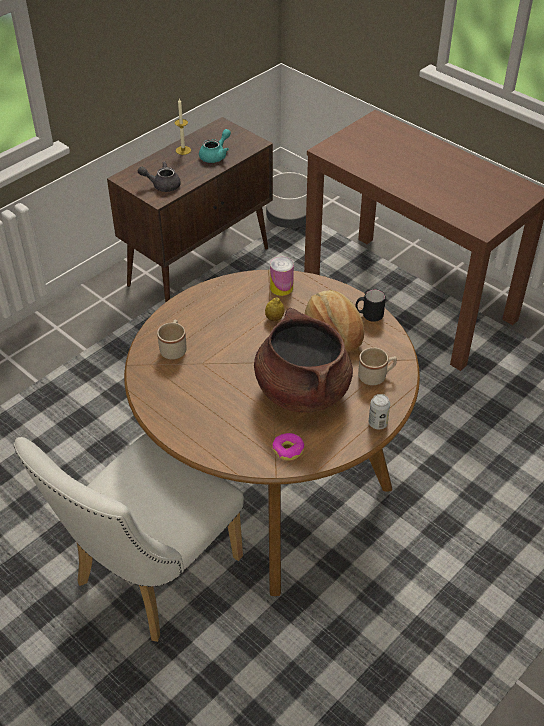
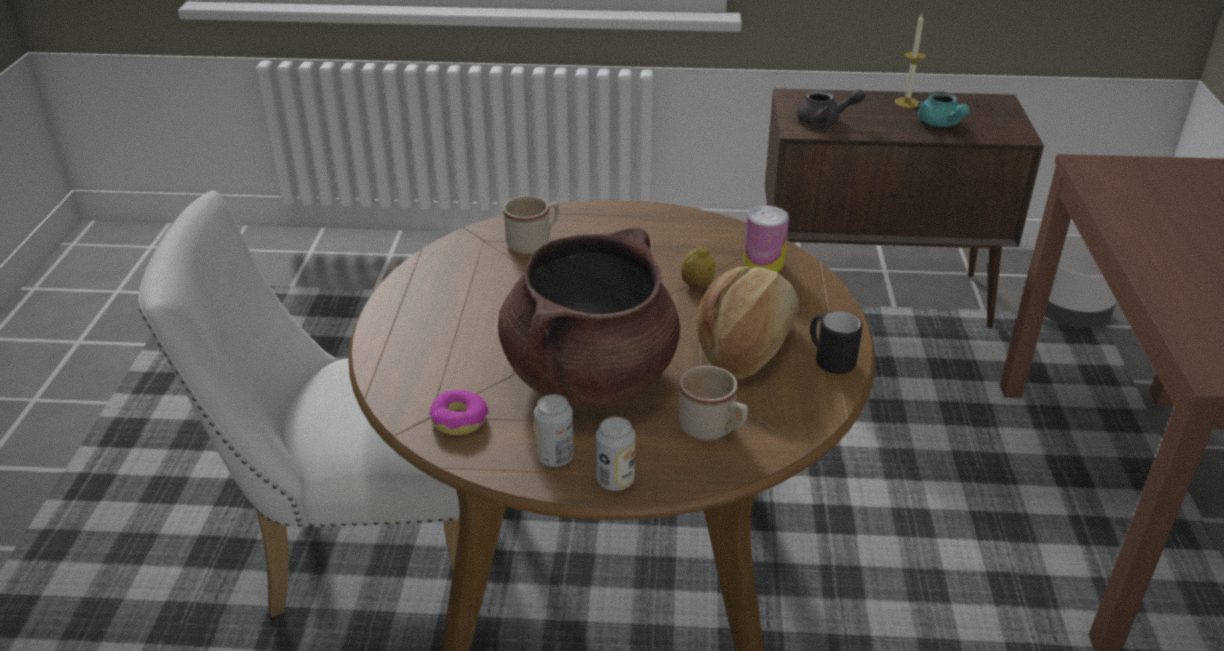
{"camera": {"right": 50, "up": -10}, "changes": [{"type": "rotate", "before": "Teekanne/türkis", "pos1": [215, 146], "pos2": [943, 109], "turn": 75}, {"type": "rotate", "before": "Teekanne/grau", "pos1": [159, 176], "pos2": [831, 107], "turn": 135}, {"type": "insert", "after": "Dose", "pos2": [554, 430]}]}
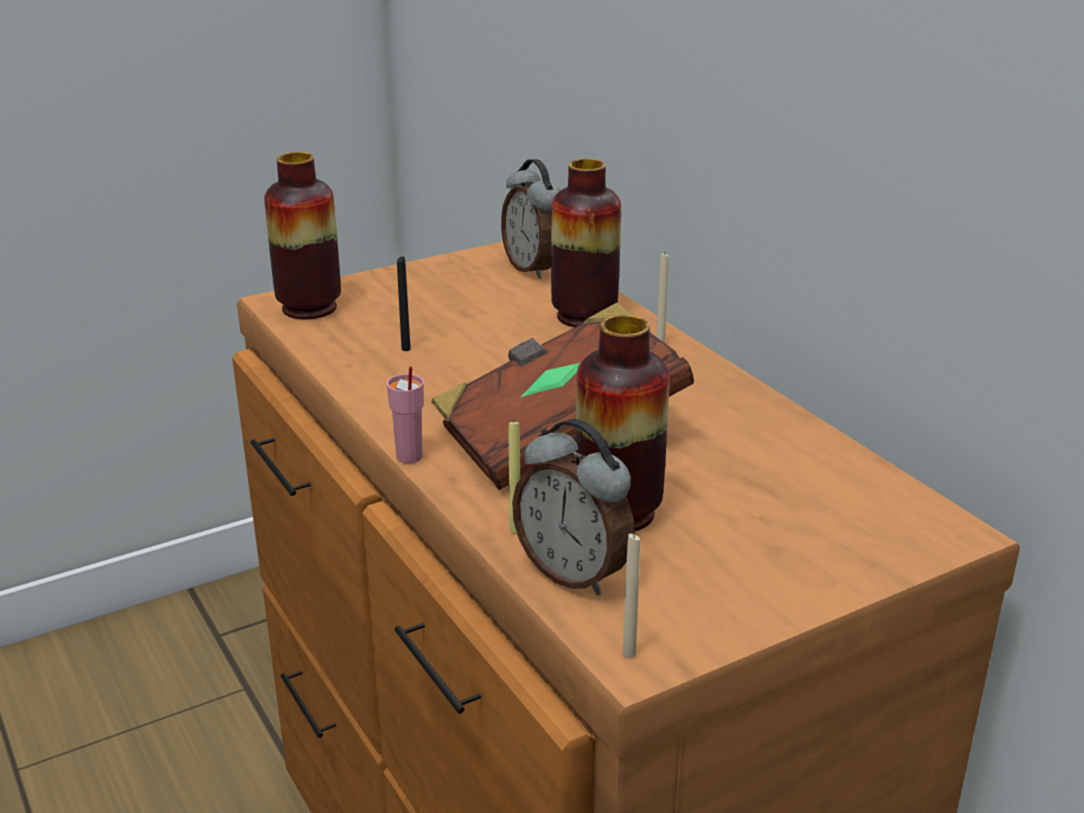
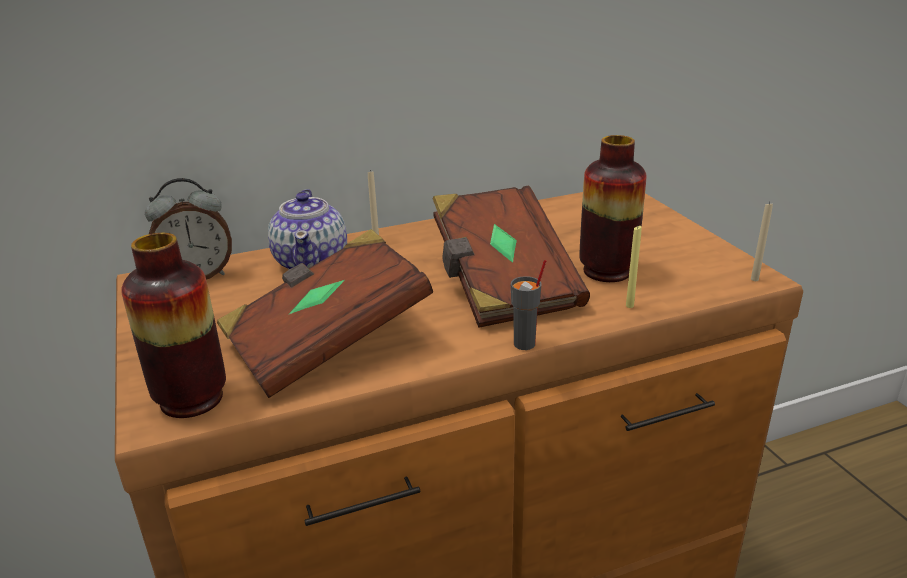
{"camera": {"right": -80, "up": 0}, "changes": [{"type": "replace", "before": "Vase", "after": "Teekanne", "pos1": [586, 243], "pos2": [307, 229]}, {"type": "replace", "before": "Kerze/schwarz", "after": "Buch/braun", "pos1": [404, 304], "pos2": [325, 313]}, {"type": "recolor", "before": "Tasse/rosa", "after": "Tasse/grau", "pos1": [405, 414], "pos2": [528, 305]}, {"type": "delete", "before": "Wecker", "pos1": [573, 507]}]}
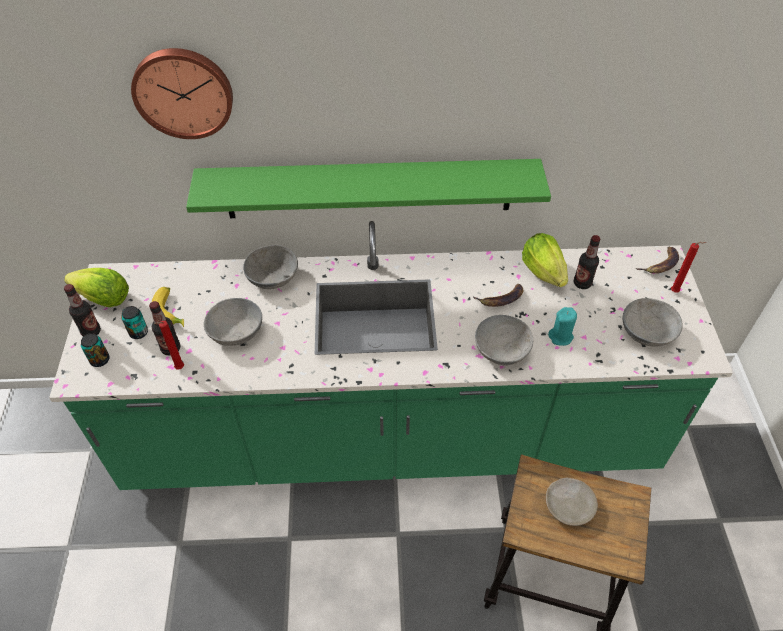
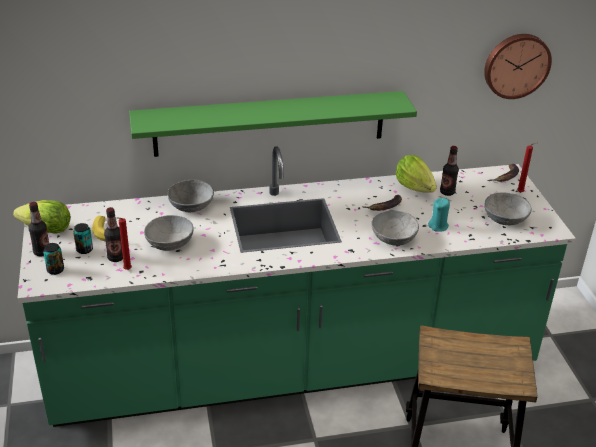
{"camera": {"right": -10, "up": -15}, "changes": [{"type": "move", "before": "Wanduhr", "pos1": [182, 93], "pos2": [518, 66]}, {"type": "delete", "before": "Teller/beige", "pos1": [572, 502]}]}
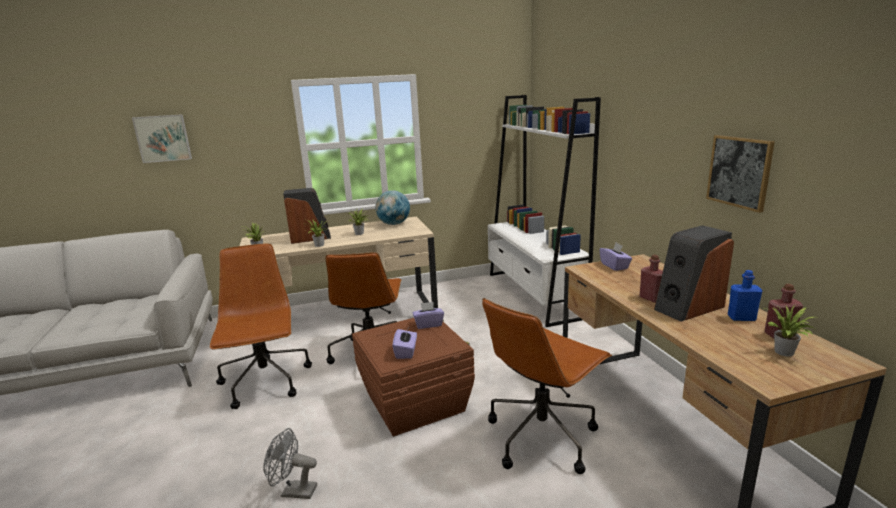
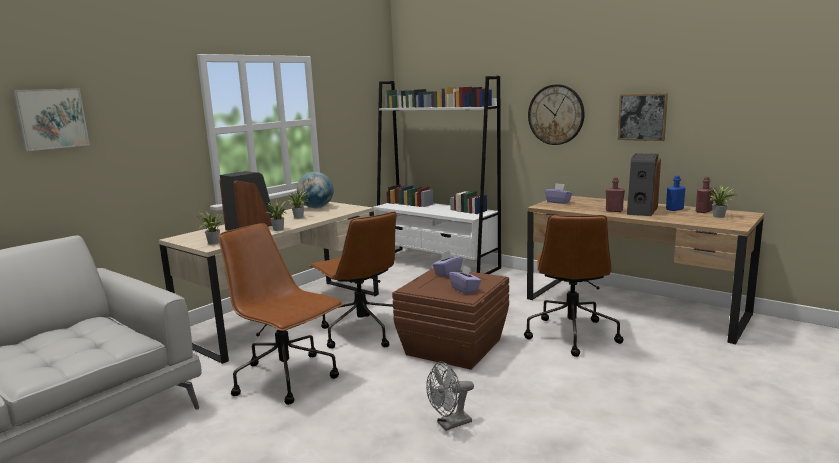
{"camera": {"right": -35, "up": -5}, "changes": [{"type": "insert", "after": "Wanduhr", "pos2": [556, 114]}]}
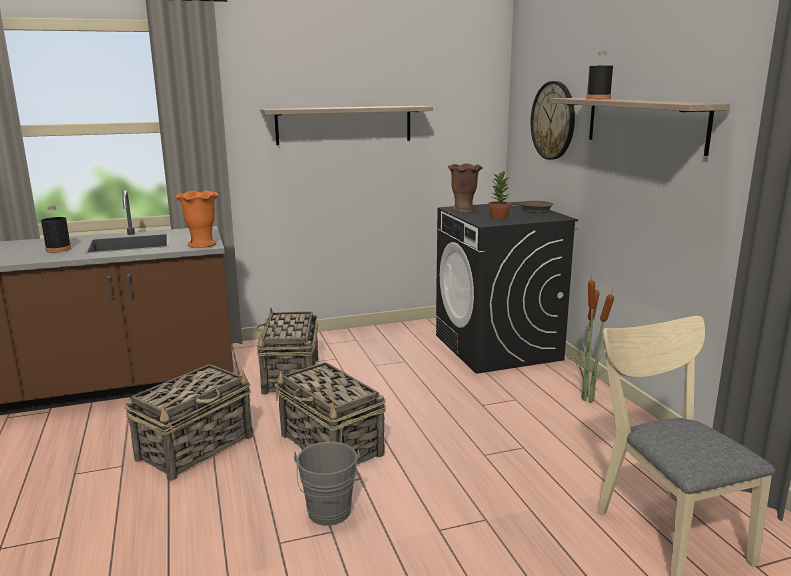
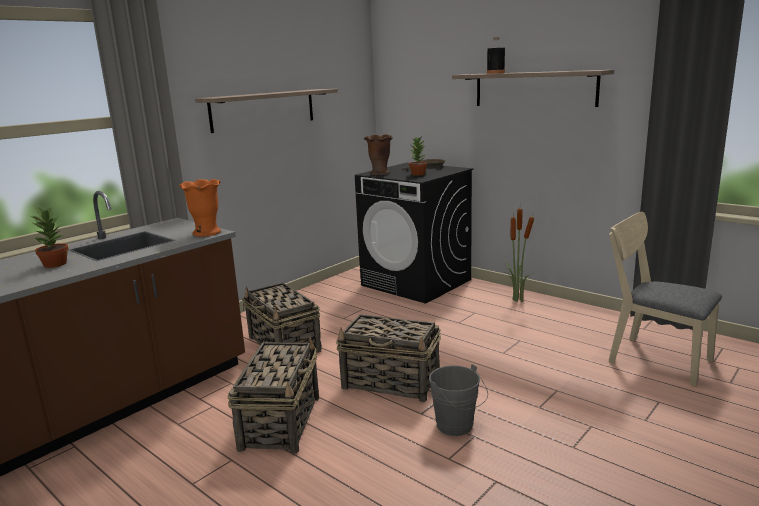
{"camera": {"right": -30, "up": 0}, "changes": [{"type": "delete", "before": "Wanduhr", "pos1": [553, 120]}, {"type": "replace", "before": "Flasche/schwarz", "after": "Topfpflanze", "pos1": [56, 229], "pos2": [49, 237]}]}
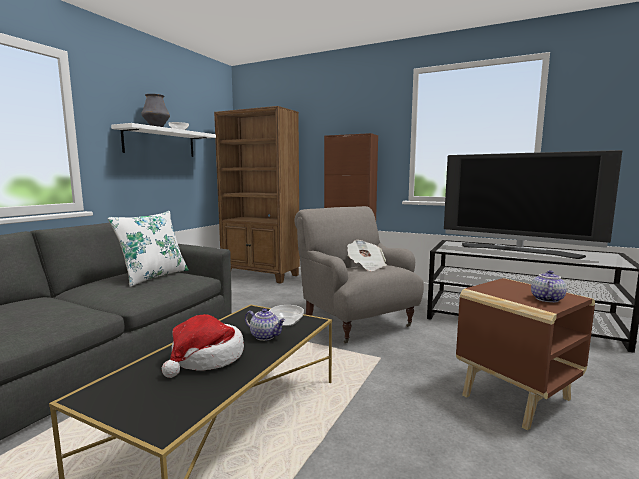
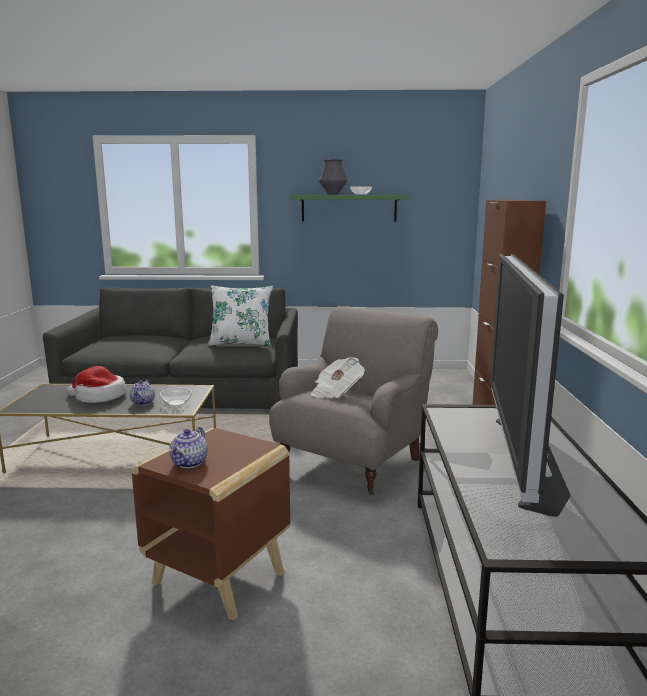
{"camera": {"right": 65, "up": 5}, "changes": [{"type": "delete", "before": "Bücherregal/braun", "pos1": [257, 195]}, {"type": "recolor", "before": "Wandregal/weiß", "after": "Wandregal/grün", "pos1": [163, 140], "pos2": [350, 208]}, {"type": "rotate", "before": "Teekanne", "pos1": [549, 286], "pos2": [188, 447], "turn": 105}]}
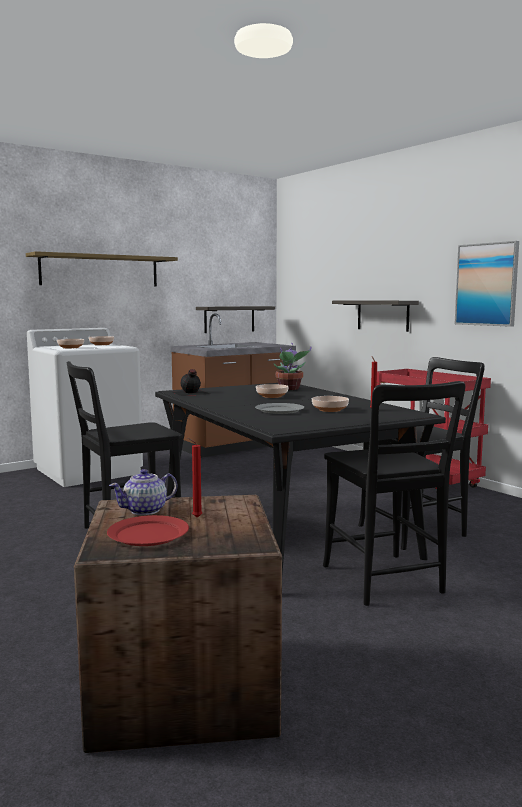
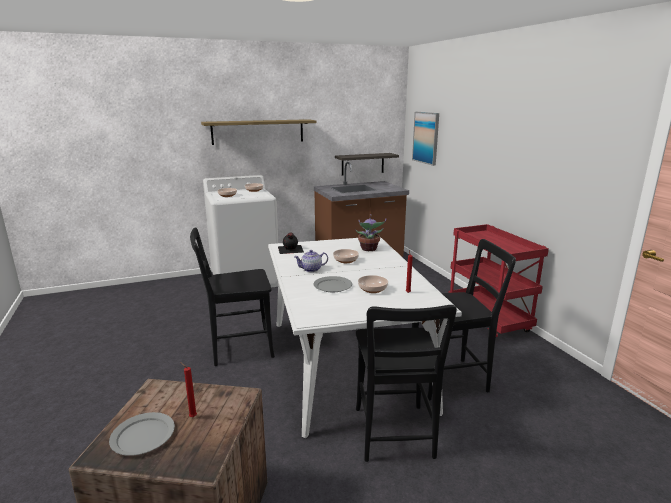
{"camera": {"right": 15, "up": 10}, "changes": [{"type": "move", "before": "Bild", "pos1": [487, 284], "pos2": [425, 139]}, {"type": "delete", "before": "Wandregal", "pos1": [375, 316]}, {"type": "recolor", "before": "Esstisch/schwarz", "after": "Esstisch/weiß", "pos1": [300, 478], "pos2": [365, 337]}, {"type": "move", "before": "Teekanne", "pos1": [143, 492], "pos2": [311, 261]}, {"type": "recolor", "before": "Teller/rot", "after": "Teller/grau", "pos1": [148, 530], "pos2": [142, 434]}]}
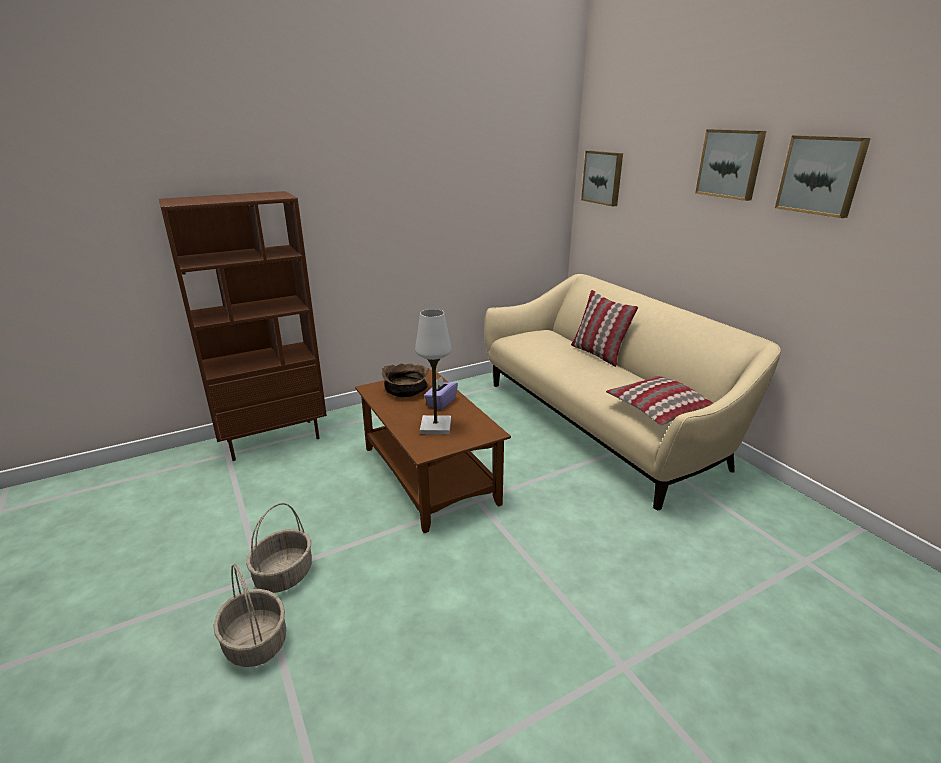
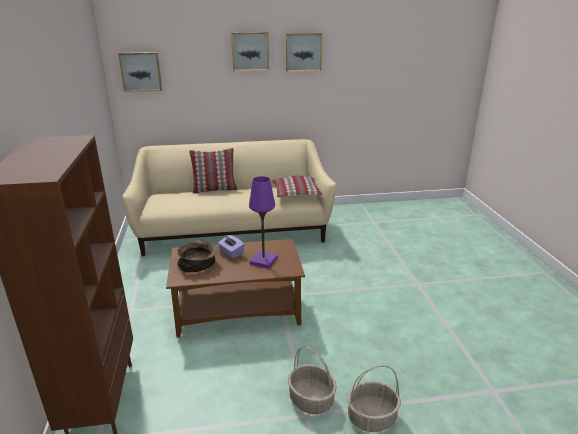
{"camera": {"right": -70, "up": 0}, "changes": [{"type": "recolor", "before": "Tischlampe/weiß", "after": "Tischlampe/lila", "pos1": [433, 371], "pos2": [263, 222]}]}
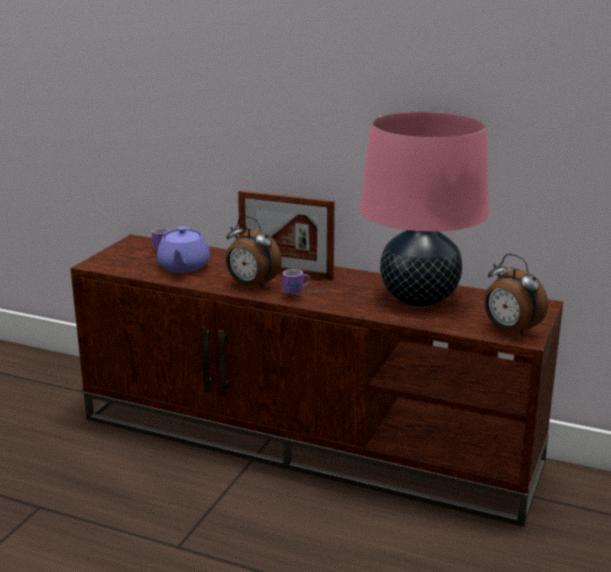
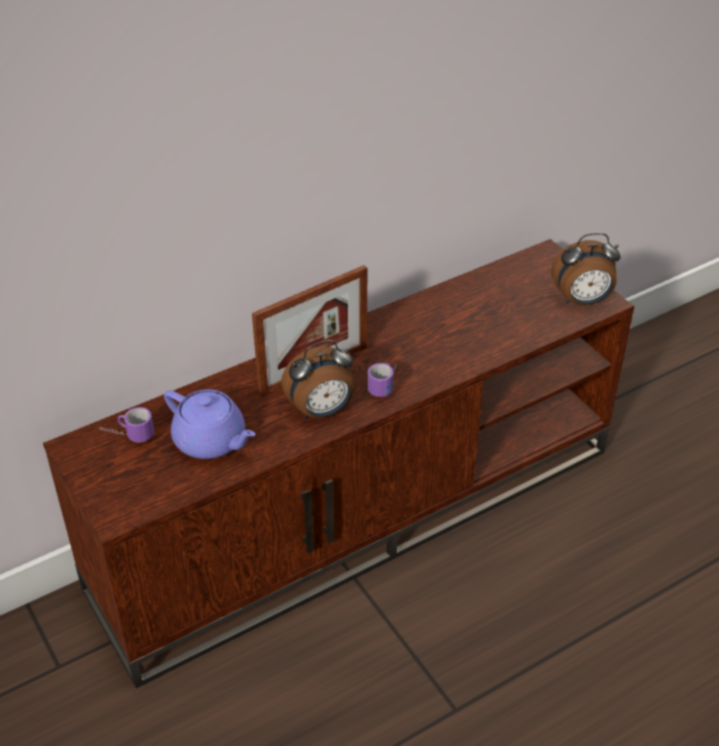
{"camera": {"right": -55, "up": 20}, "changes": [{"type": "delete", "before": "Tischlampe/rosa", "pos1": [424, 209]}]}
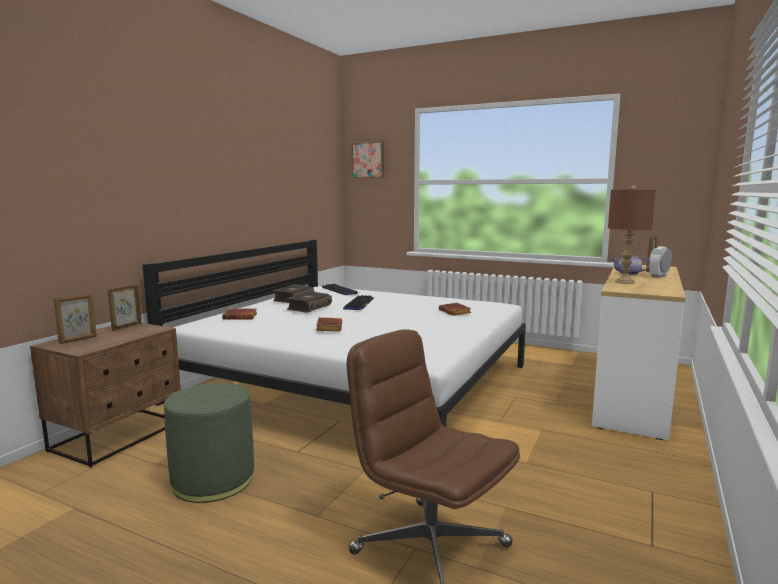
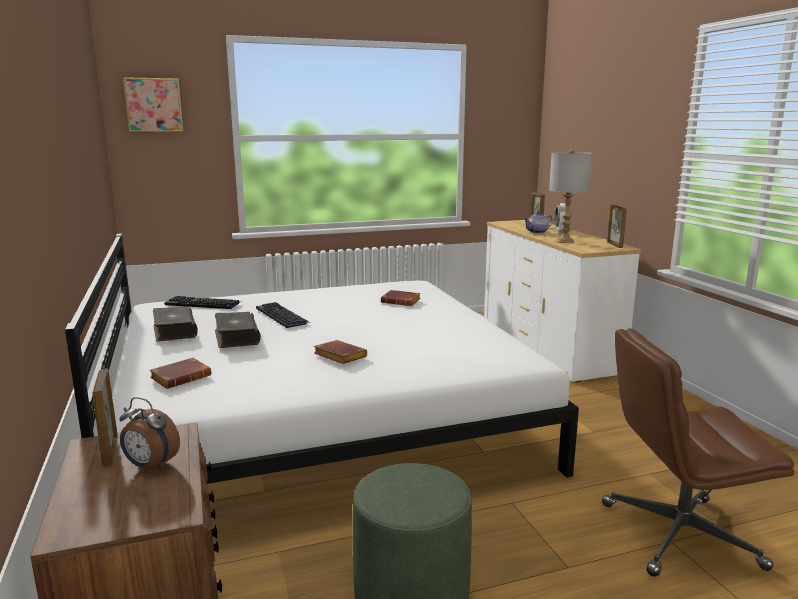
{"camera": {"right": -45, "up": 5}, "changes": [{"type": "recolor", "before": "Tischlampe/braun", "after": "Tischlampe/grau", "pos1": [632, 235], "pos2": [570, 196]}, {"type": "move", "before": "Bilderrahmen", "pos1": [75, 318], "pos2": [617, 226]}, {"type": "insert", "after": "Wecker", "pos2": [150, 433]}]}
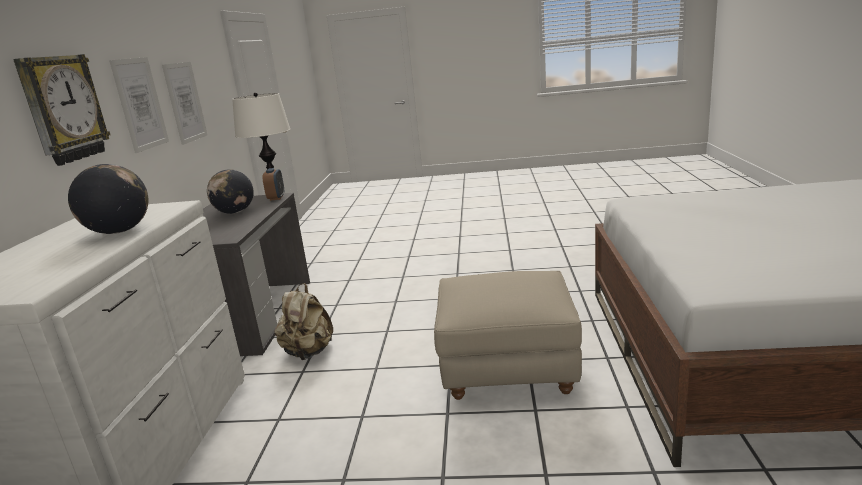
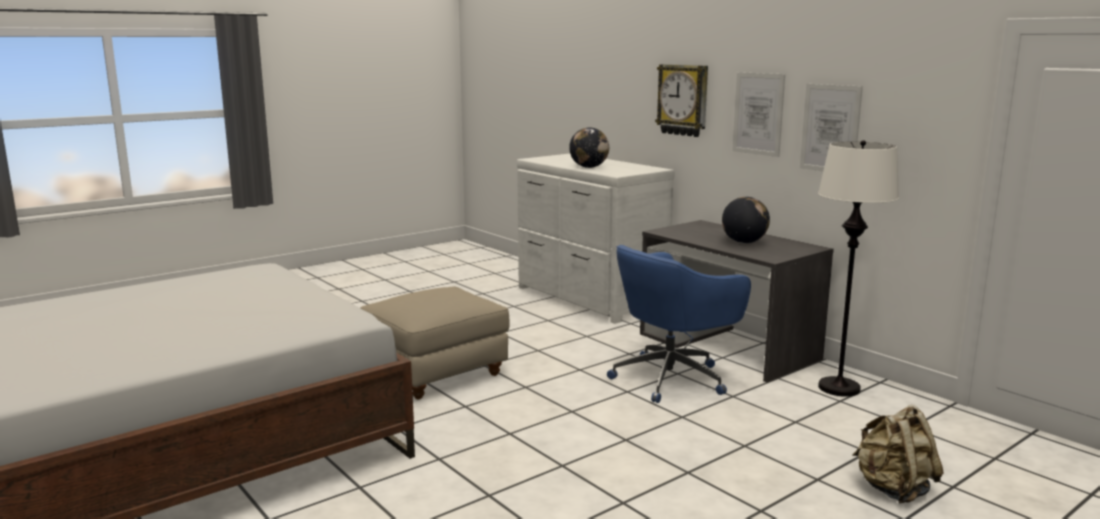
{"camera": {"right": 135, "up": -5}, "changes": [{"type": "delete", "before": "Wecker", "pos1": [273, 184]}, {"type": "move", "before": "Rucksack/beige", "pos1": [303, 321], "pos2": [897, 454]}, {"type": "insert", "after": "Bürostuhl/blau", "pos2": [679, 324]}]}
